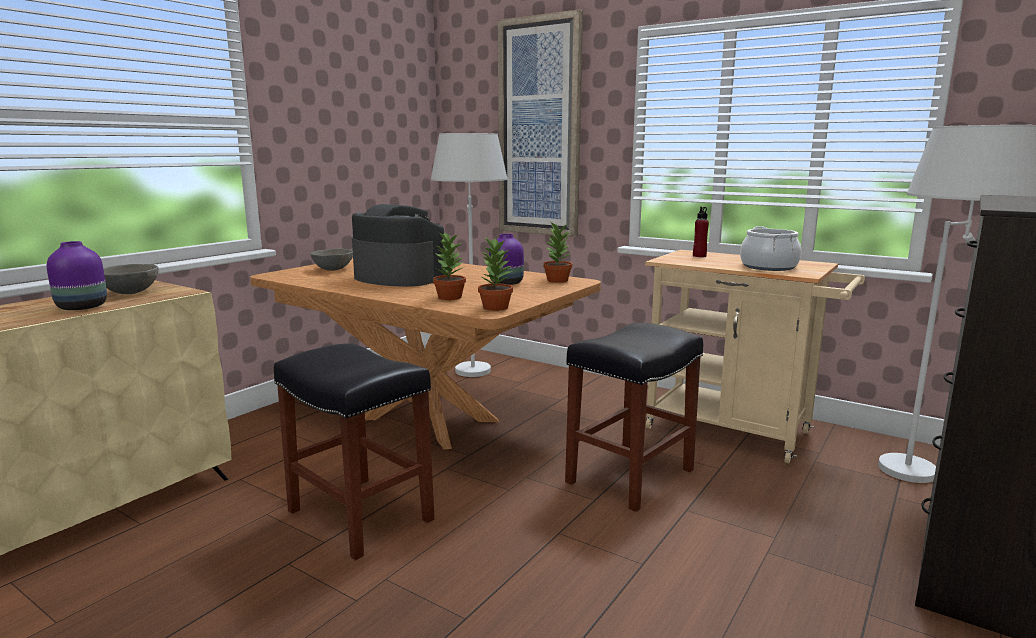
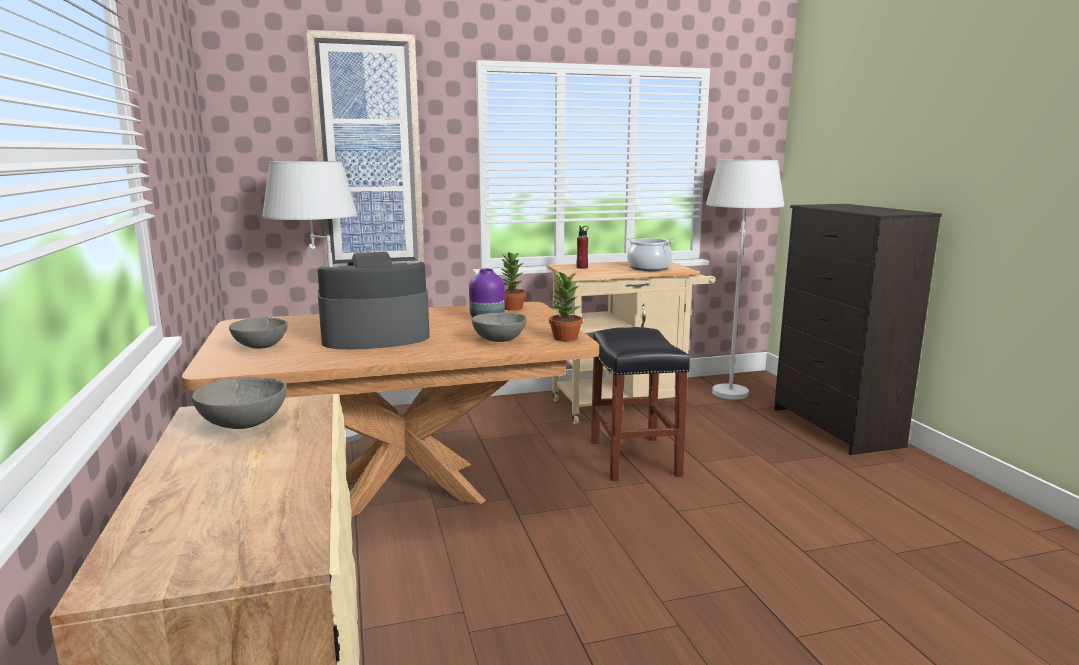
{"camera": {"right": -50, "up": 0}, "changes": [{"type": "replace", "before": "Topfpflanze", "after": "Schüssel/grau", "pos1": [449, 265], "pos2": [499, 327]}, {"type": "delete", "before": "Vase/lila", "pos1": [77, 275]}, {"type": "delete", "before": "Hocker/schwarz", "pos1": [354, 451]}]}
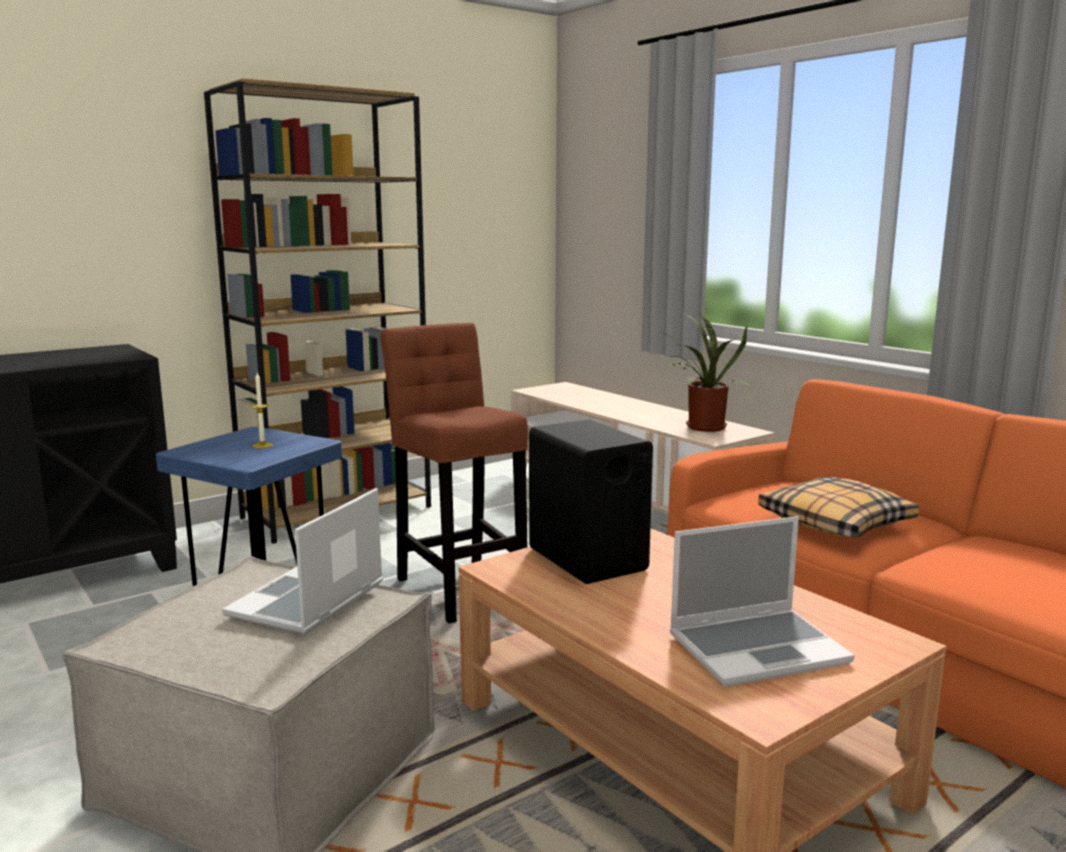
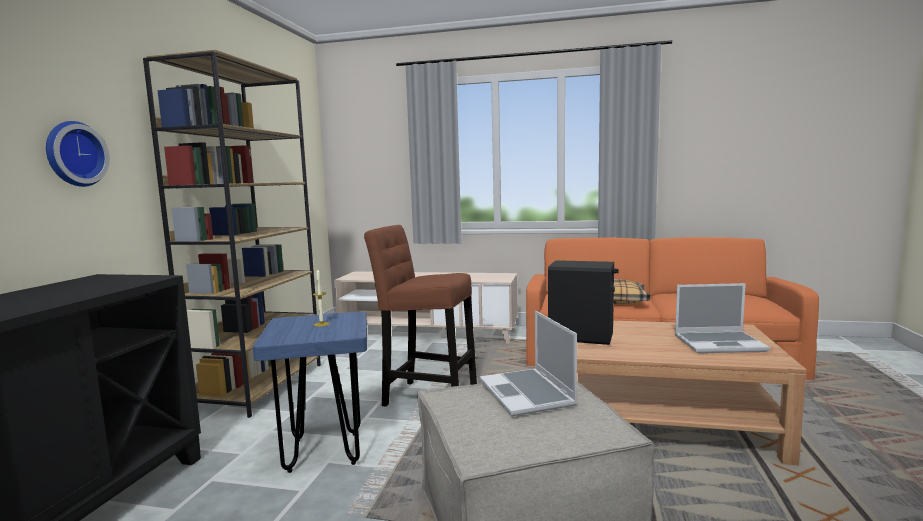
{"camera": {"right": -40, "up": -5}, "changes": [{"type": "delete", "before": "Topfpflanze", "pos1": [706, 372]}, {"type": "rotate", "before": "Laptop", "pos1": [762, 601], "pos2": [722, 318], "turn": 60}, {"type": "insert", "after": "Wanduhr", "pos2": [78, 154]}]}
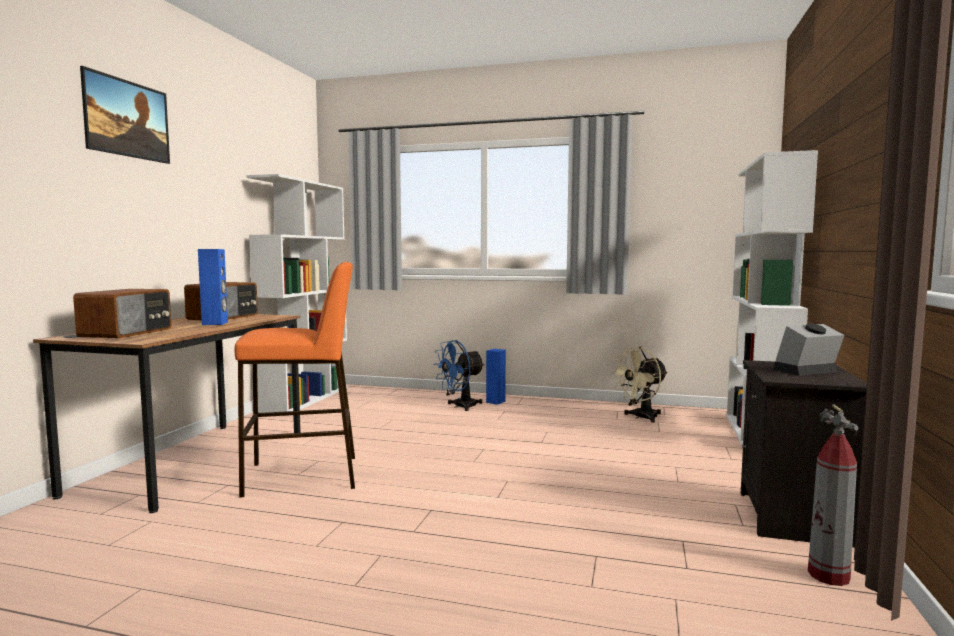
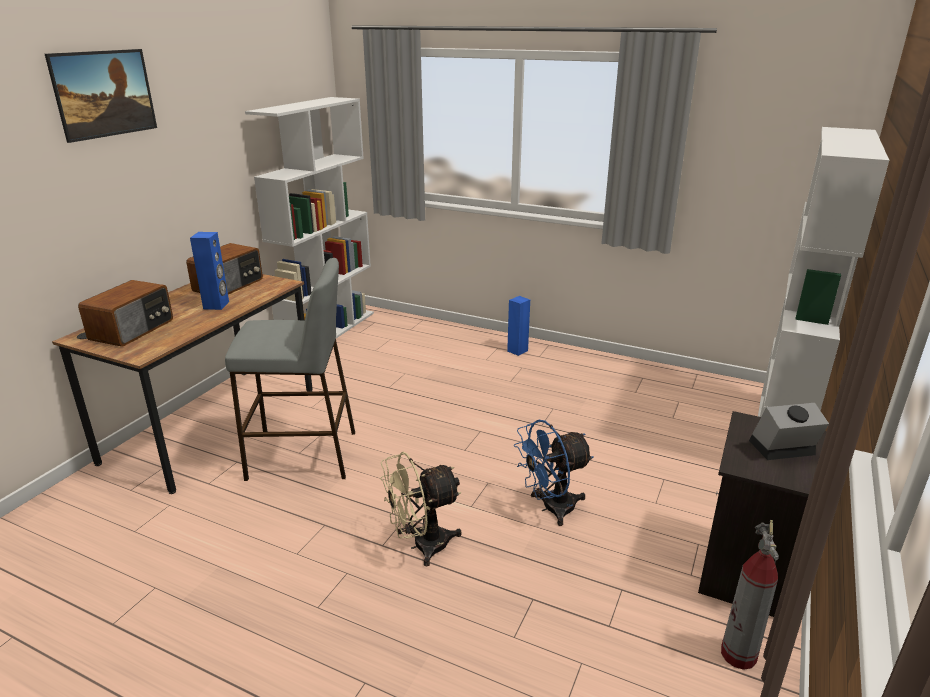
{"camera": {"right": 10, "up": 20}, "changes": [{"type": "recolor", "before": "Hocker/orange", "after": "Hocker/grau", "pos1": [295, 380], "pos2": [290, 369]}, {"type": "move", "before": "Ventilator/blau", "pos1": [459, 375], "pos2": [553, 473]}, {"type": "move", "before": "Ventilator/beige", "pos1": [639, 384], "pos2": [421, 509]}]}
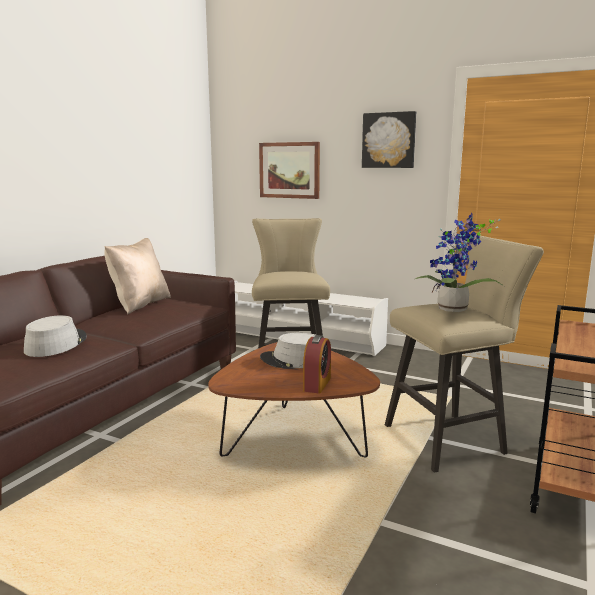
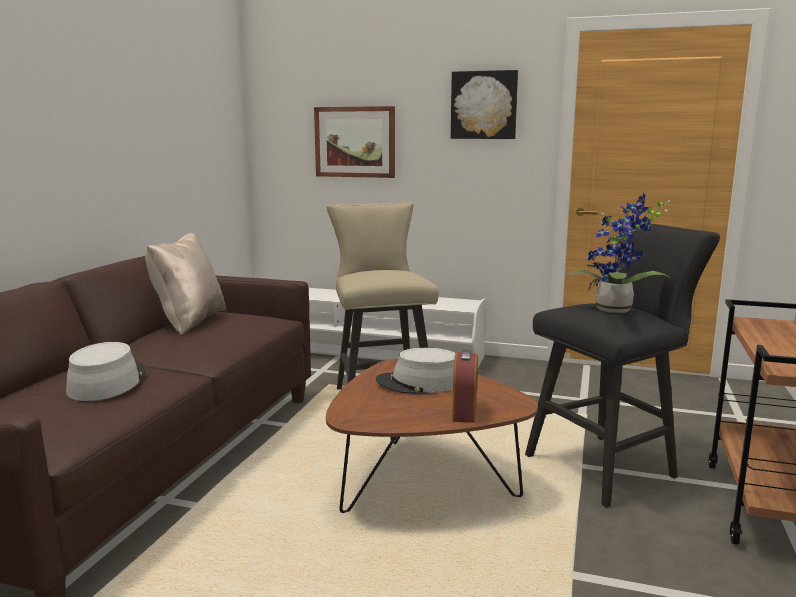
{"camera": {"right": -10, "up": 0}, "changes": [{"type": "recolor", "before": "Hocker/beige", "after": "Hocker/schwarz", "pos1": [464, 354], "pos2": [622, 364]}]}
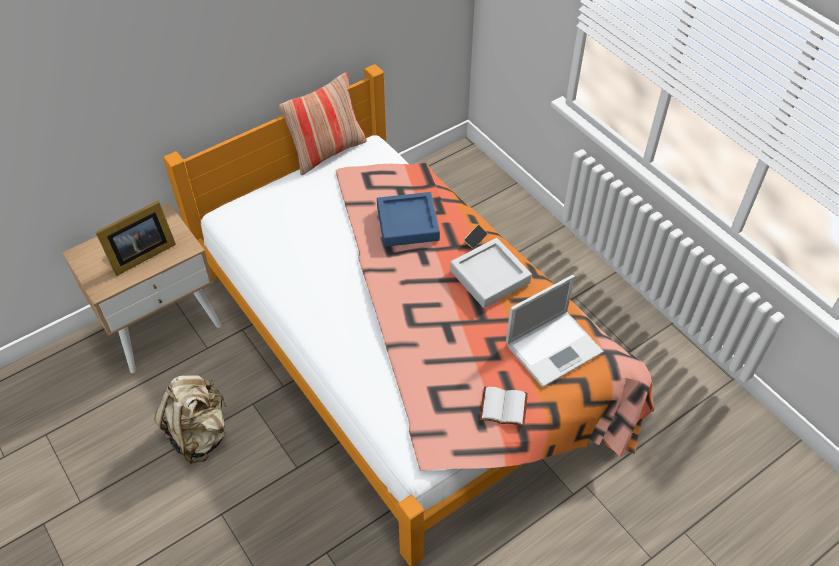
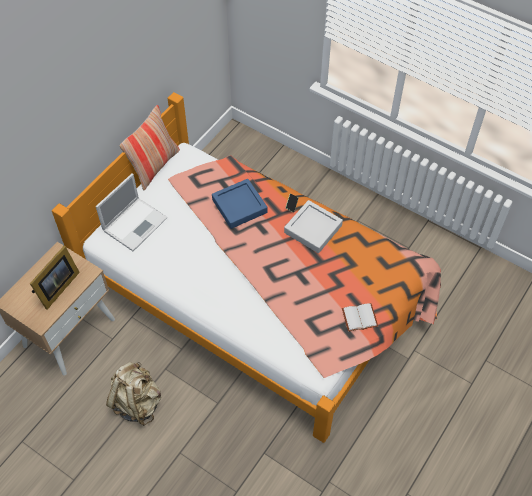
{"camera": {"right": -20, "up": 5}, "changes": [{"type": "move", "before": "Laptop", "pos1": [555, 331], "pos2": [132, 212]}]}
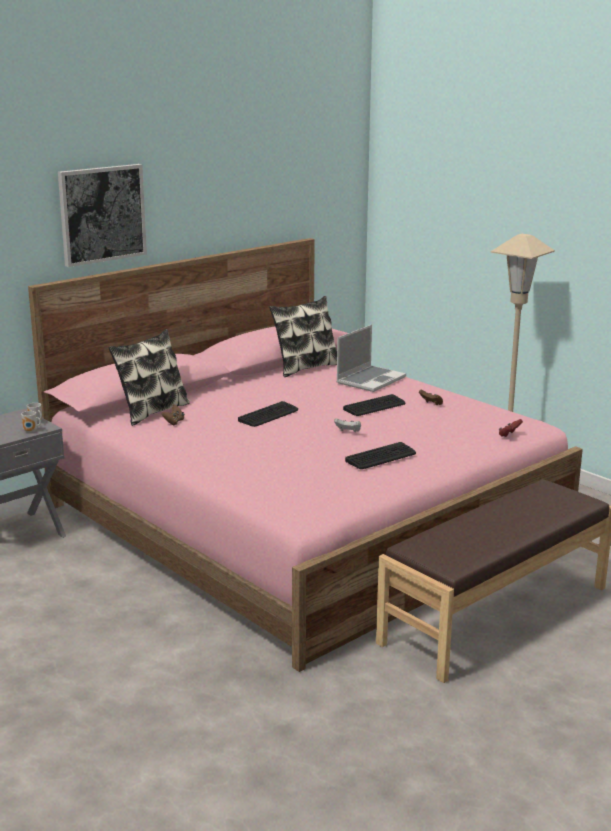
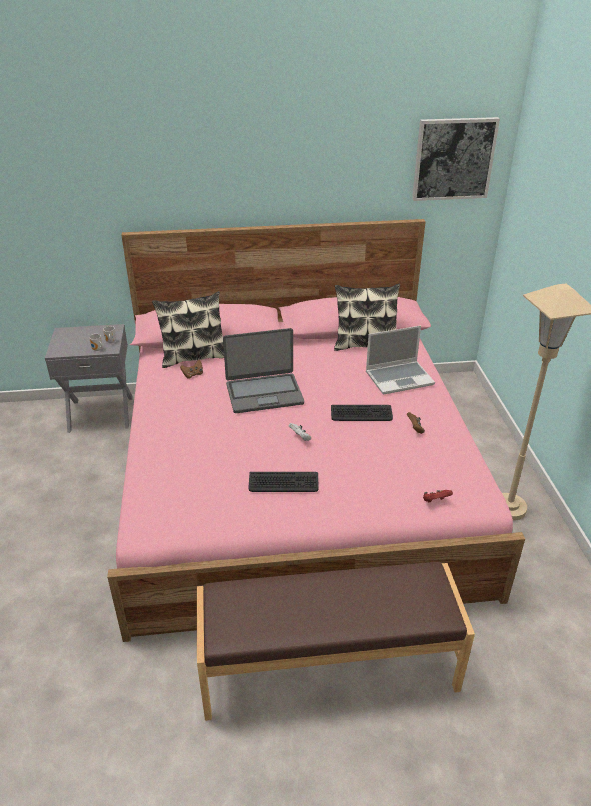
{"camera": {"right": 35, "up": 15}, "changes": [{"type": "move", "before": "Bild", "pos1": [102, 215], "pos2": [456, 159]}, {"type": "replace", "before": "Tastatur", "after": "Laptop", "pos1": [268, 414], "pos2": [263, 370]}]}
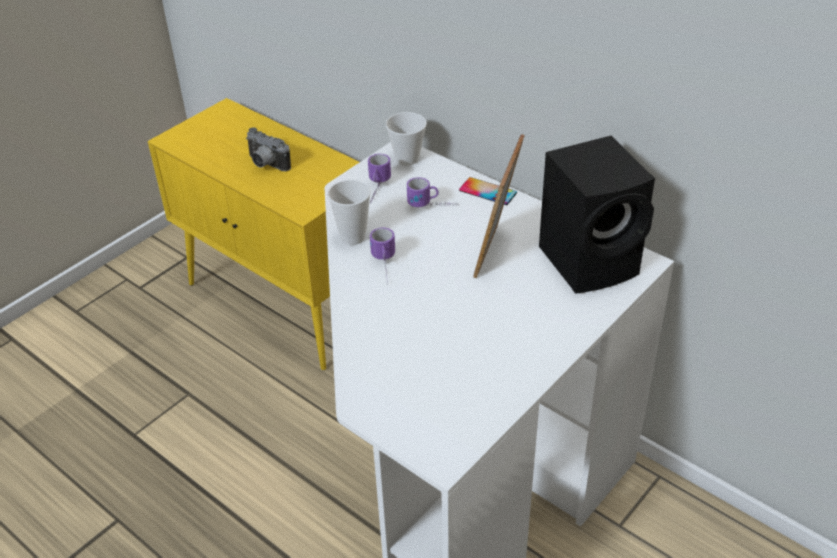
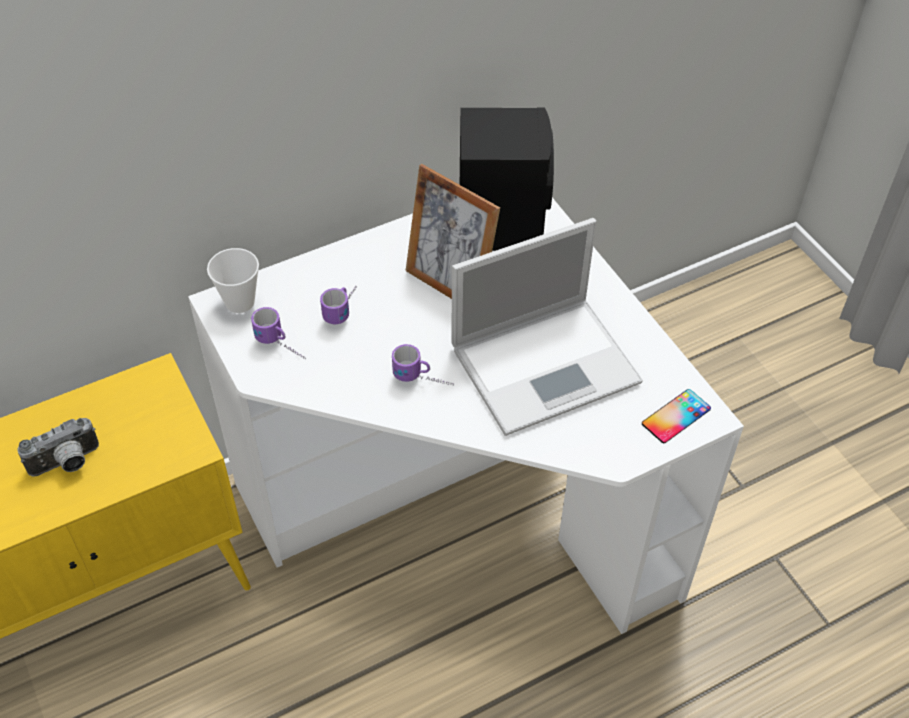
{"camera": {"right": -70, "up": 10}, "changes": [{"type": "move", "before": "Handy", "pos1": [488, 191], "pos2": [676, 416]}, {"type": "delete", "before": "Tasse", "pos1": [349, 212]}, {"type": "insert", "after": "Laptop", "pos2": [547, 327]}]}
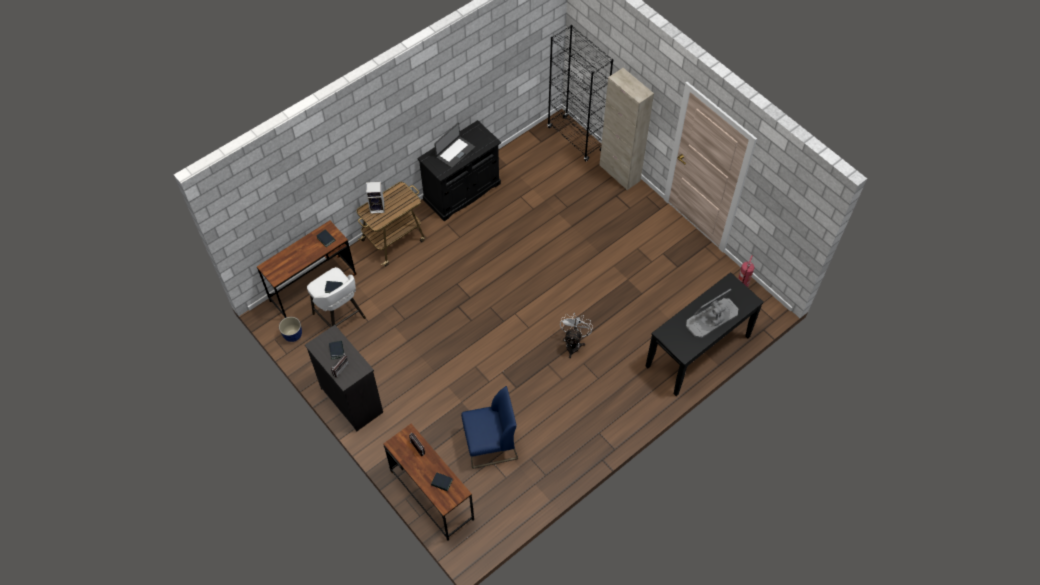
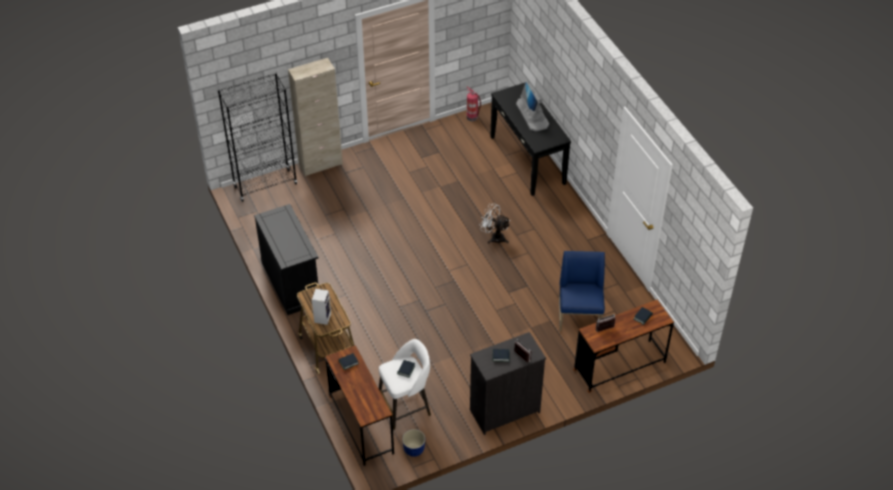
{"camera": {"right": -75, "up": -10}, "changes": [{"type": "delete", "before": "Laptop", "pos1": [454, 145]}]}
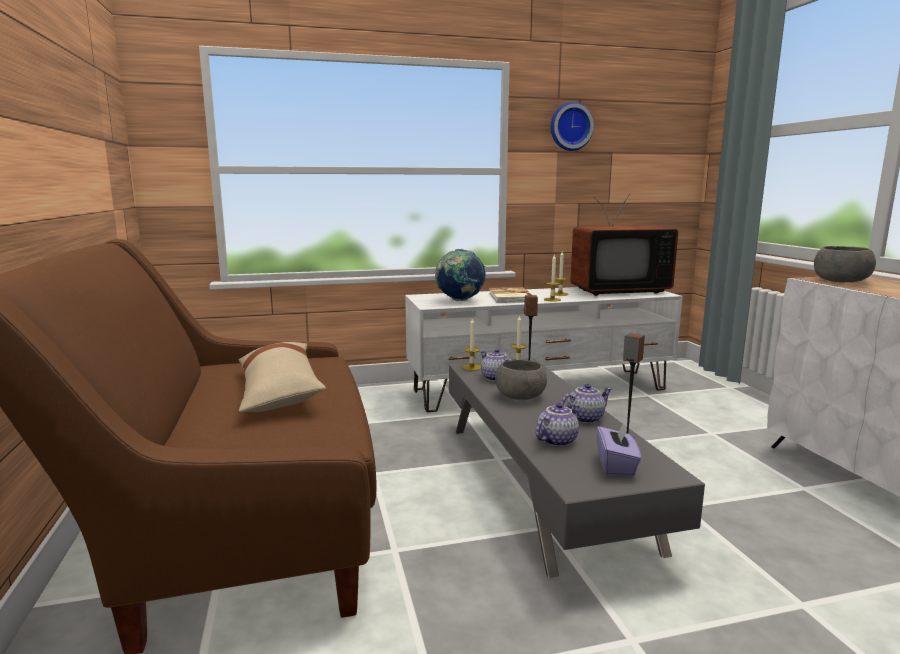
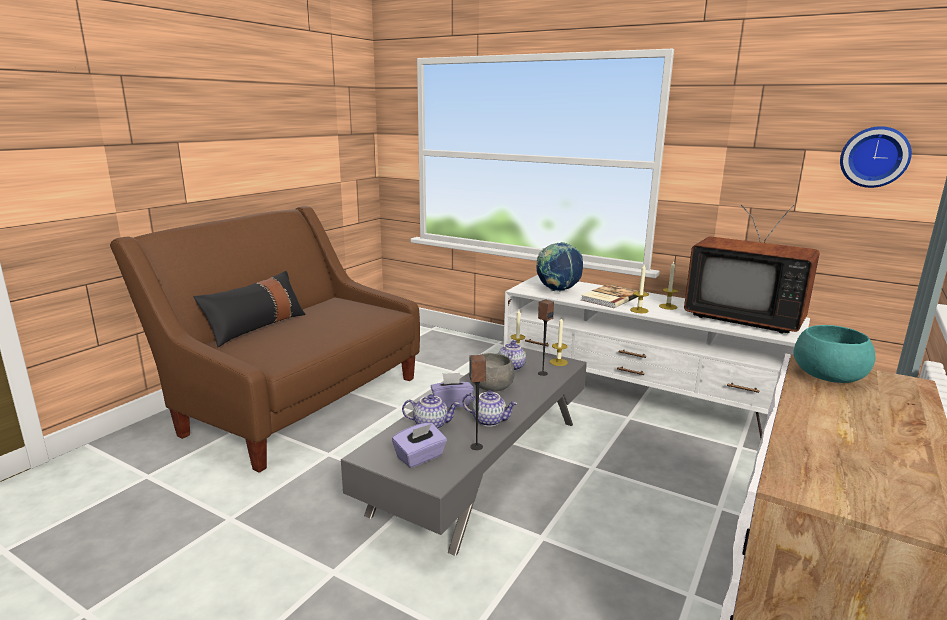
{"camera": {"right": 45, "up": 5}, "changes": [{"type": "move", "before": "Wanduhr", "pos1": [572, 126], "pos2": [876, 157]}, {"type": "recolor", "before": "Schüssel/grau", "after": "Schüssel/türkis", "pos1": [845, 264], "pos2": [834, 354]}, {"type": "delete", "before": "Kissen/beige", "pos1": [282, 377]}, {"type": "insert", "after": "Kissen/schwarz", "pos2": [250, 309]}, {"type": "insert", "after": "Taschentuchbox/lila", "pos2": [452, 390]}]}
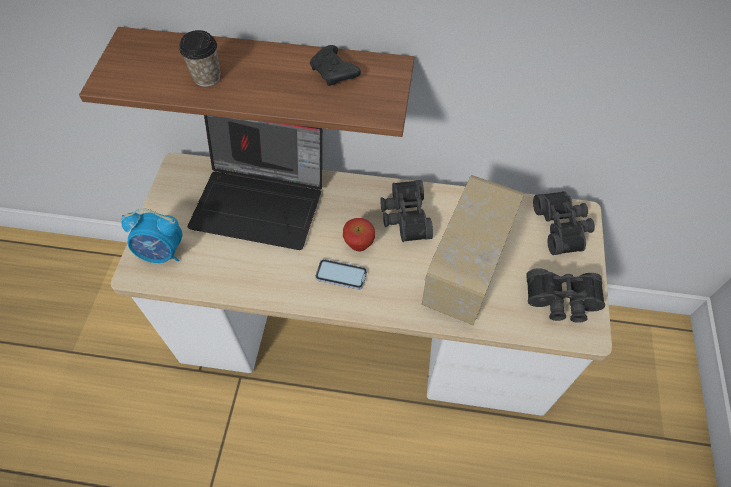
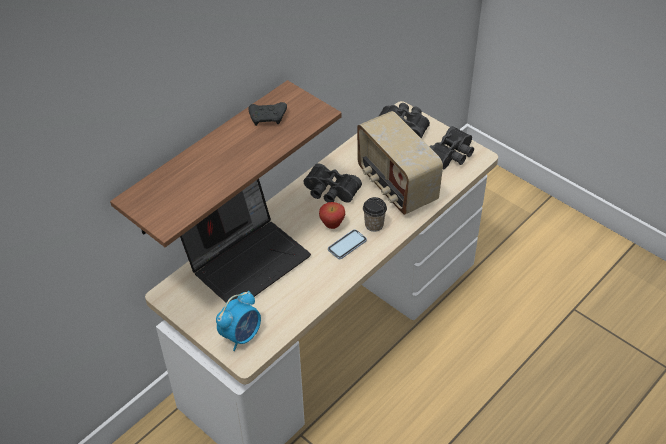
{"camera": {"right": -55, "up": -10}, "changes": [{"type": "move", "before": "Tasse", "pos1": [200, 58], "pos2": [375, 214]}]}
